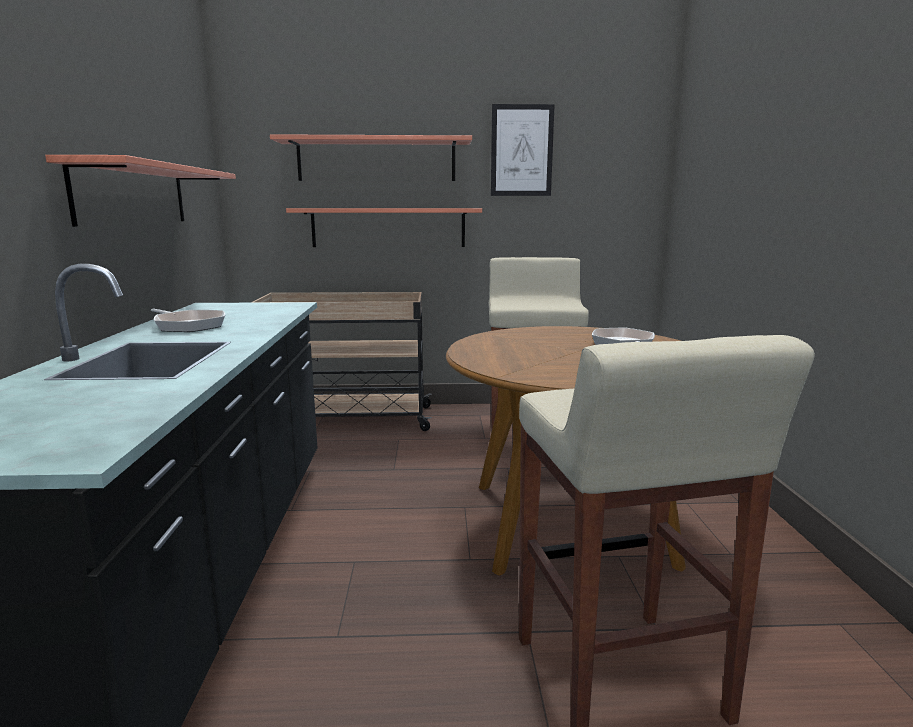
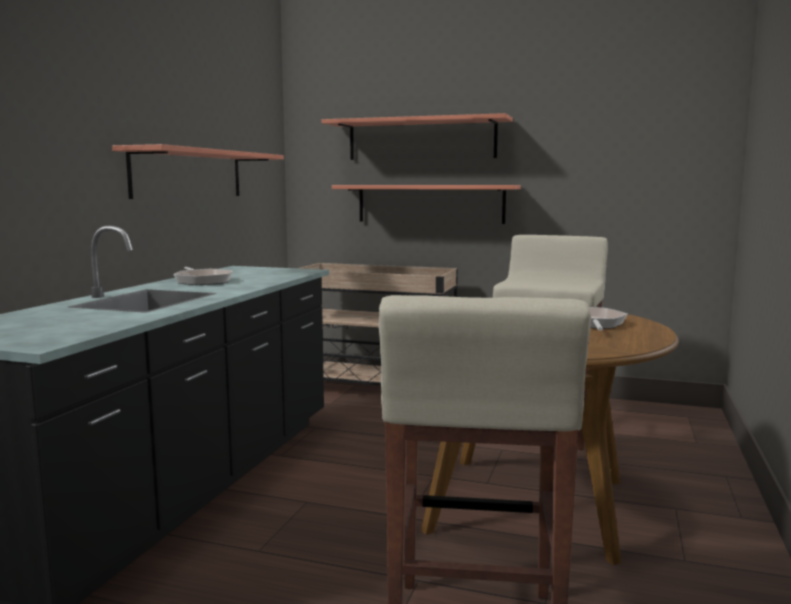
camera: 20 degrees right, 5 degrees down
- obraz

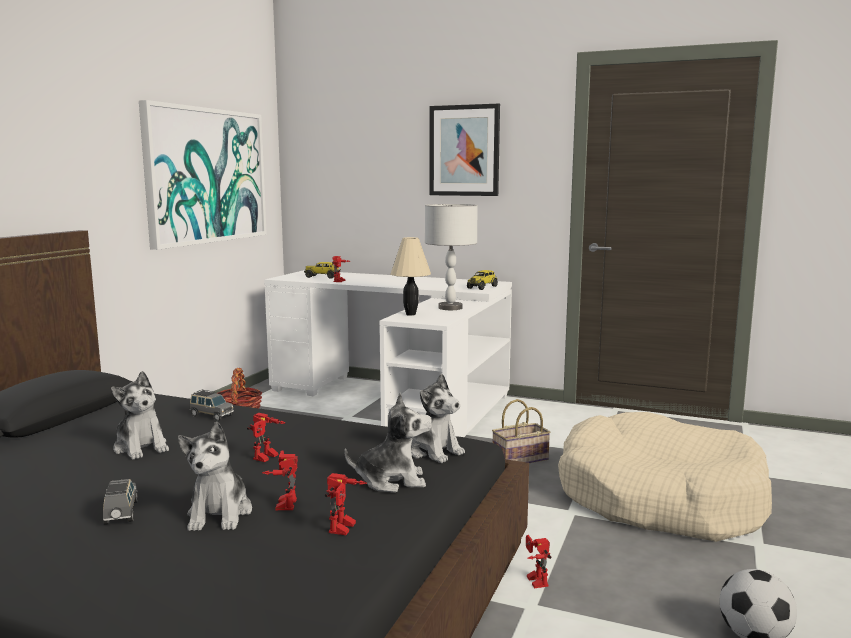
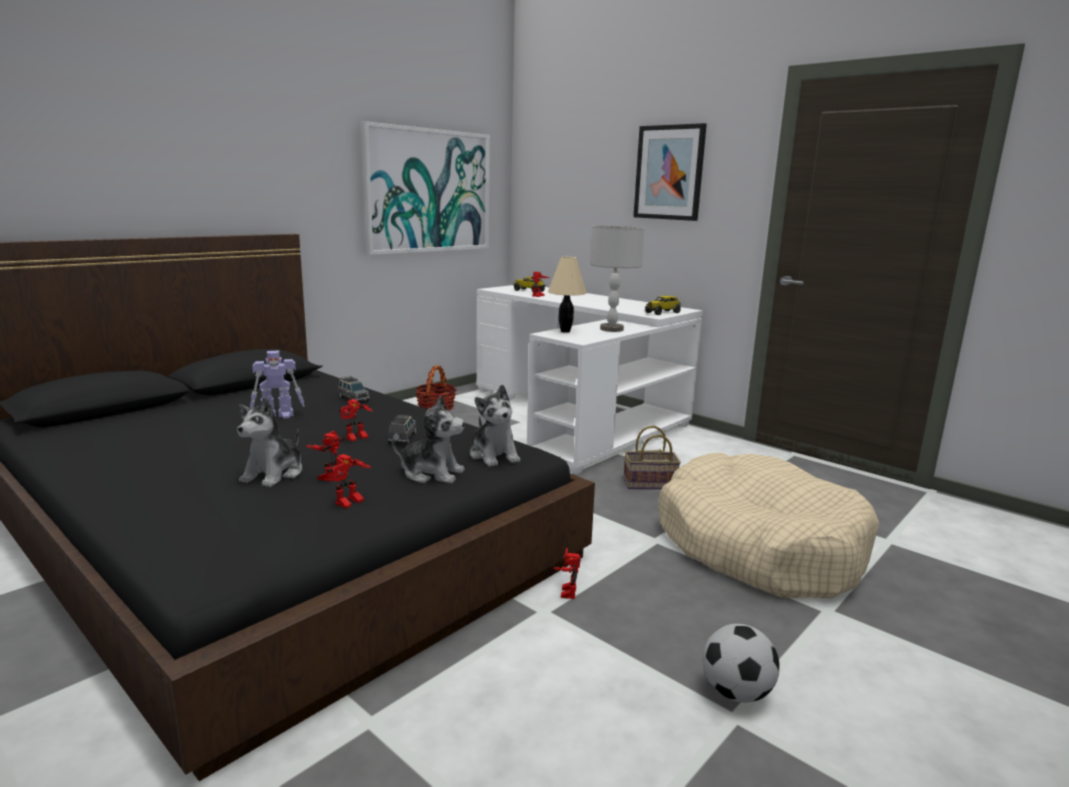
camera: 20 degrees right, 5 degrees up
~ samochodzik [szary] (1st from left in the first image) to samochodzik [szary] (2nd from left)
~ pluszak (1st from left) to robot zabawkowy (1st from left)

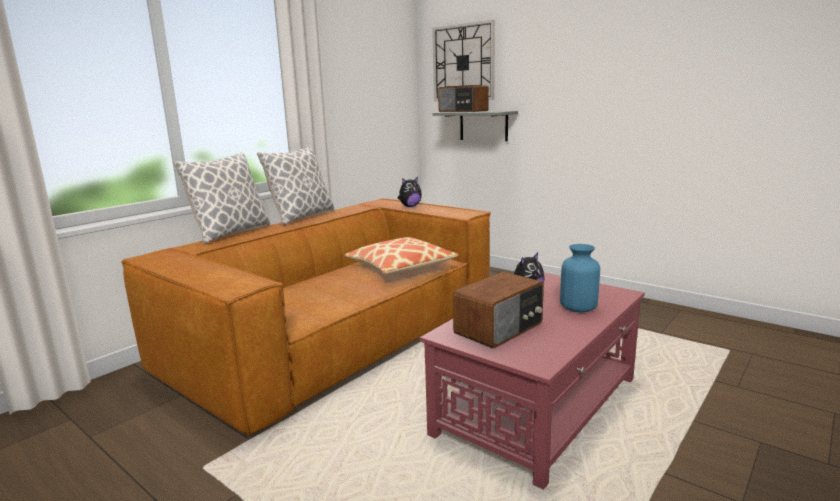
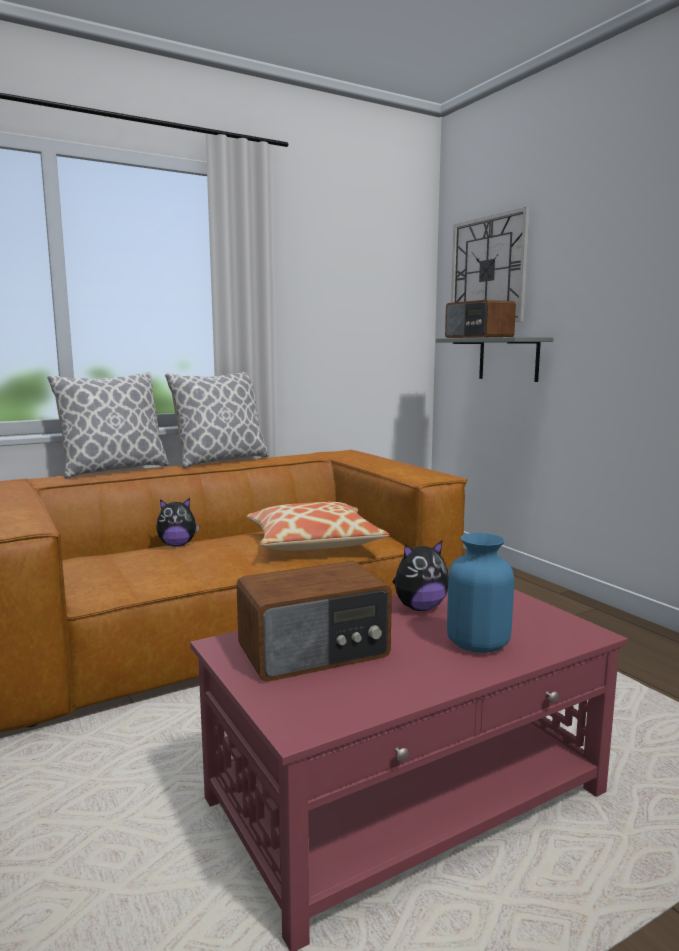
camera: 20 degrees right, 5 degrees down
~ pluszak (1st from left)

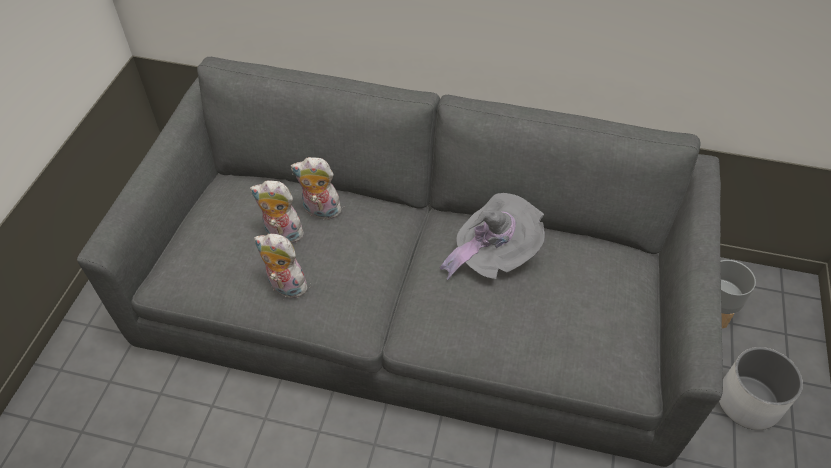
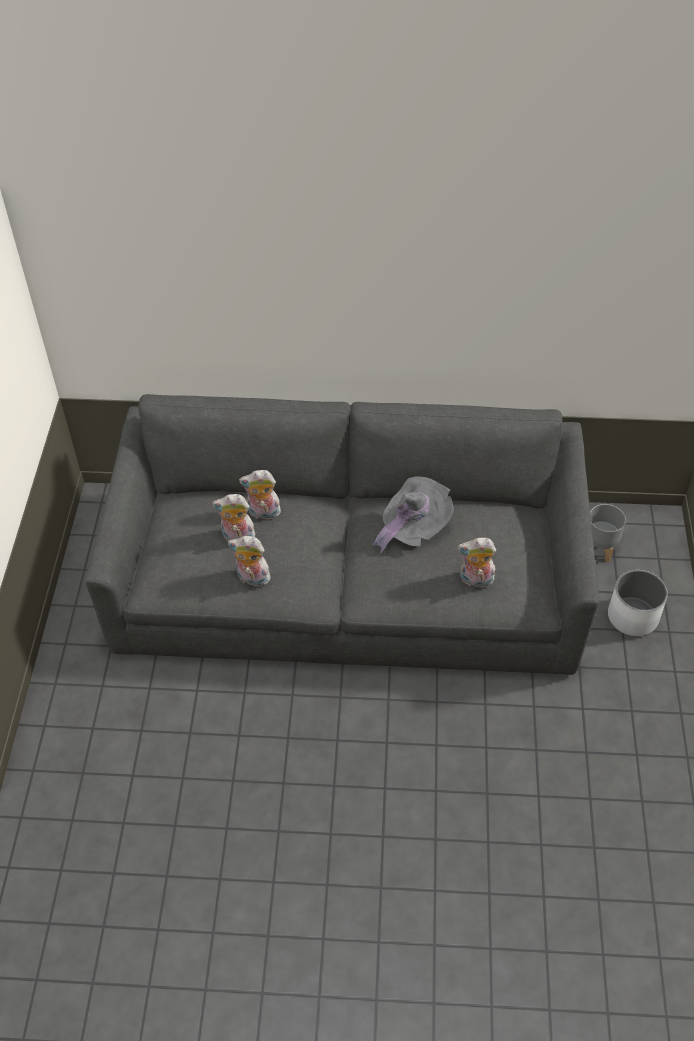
camera: 10 degrees left, 0 degrees up
+ pluszak (4th from left)

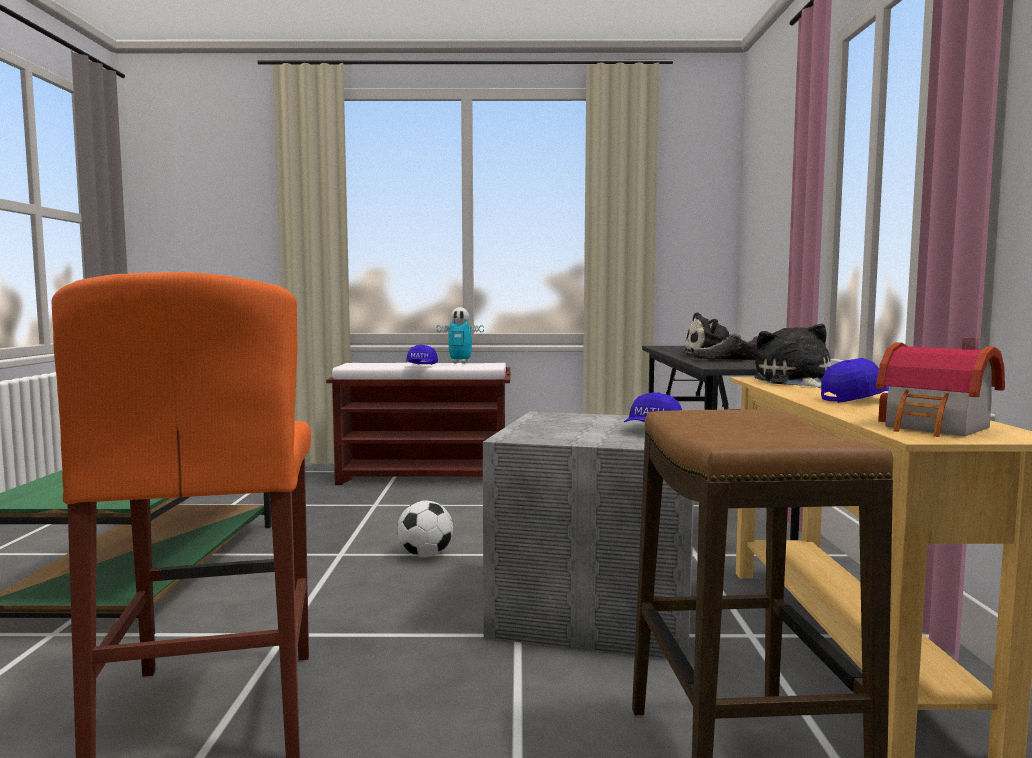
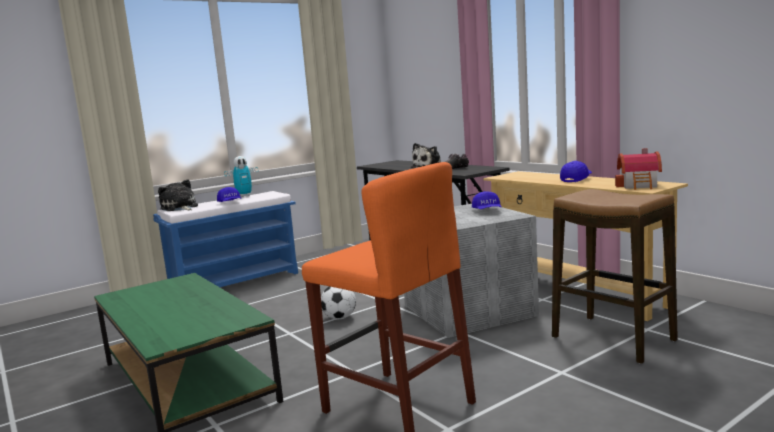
camera: 35 degrees left, 5 degrees up
~ pluszak (2nd from left in the first image) to pluszak (1st from left)
~ ławka [brązowy] to ławka [niebieski]

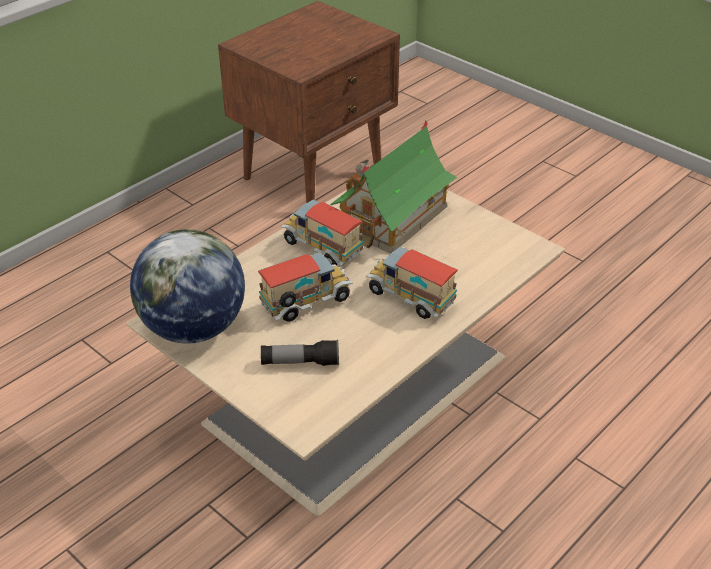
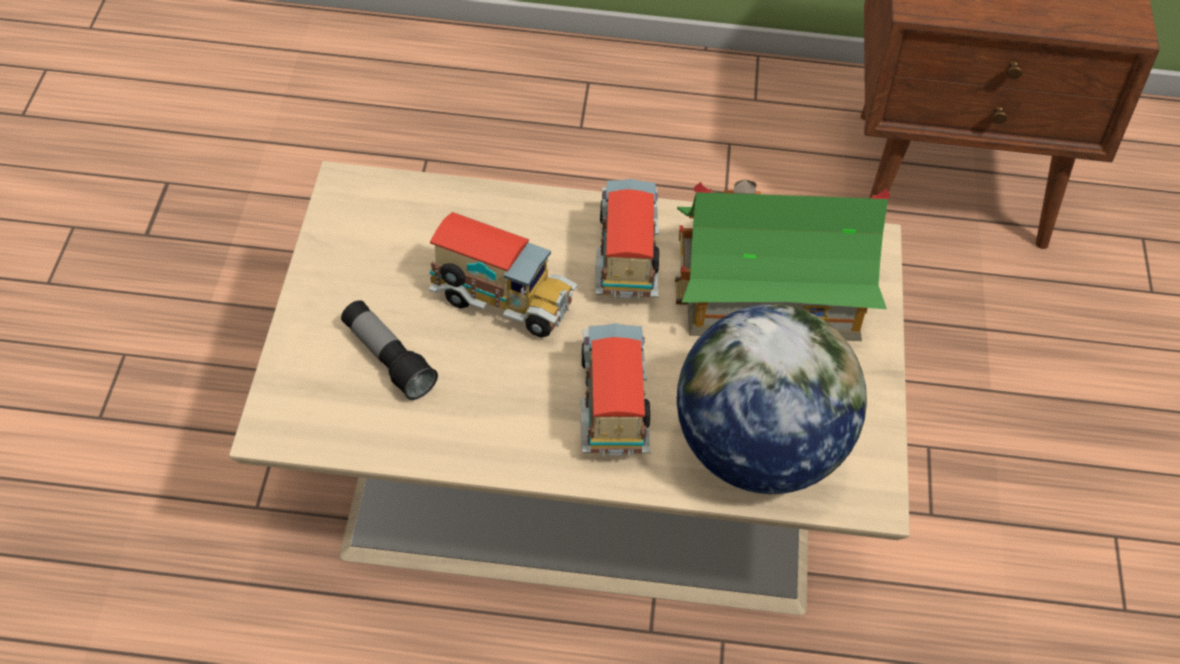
camera: 50 degrees right, 10 degrees up
~ globus

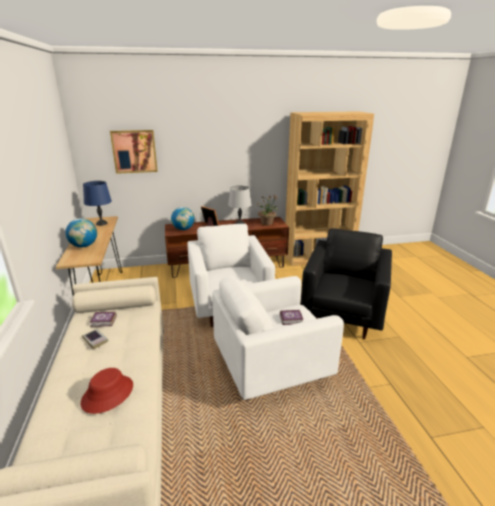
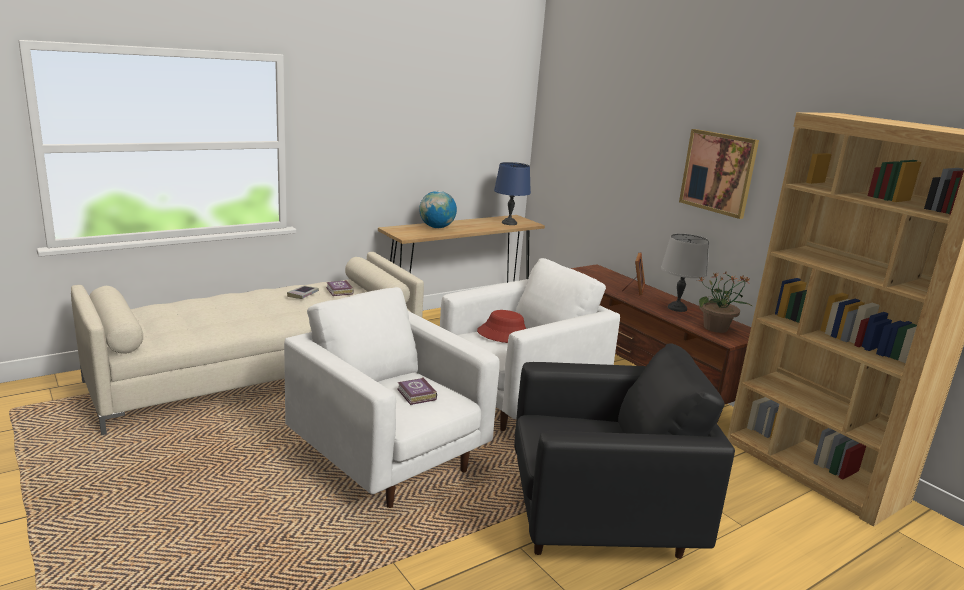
camera: 65 degrees right, 5 degrees down
- globus (2nd from left)
~ kapelusz [czerwony]
~ obraz

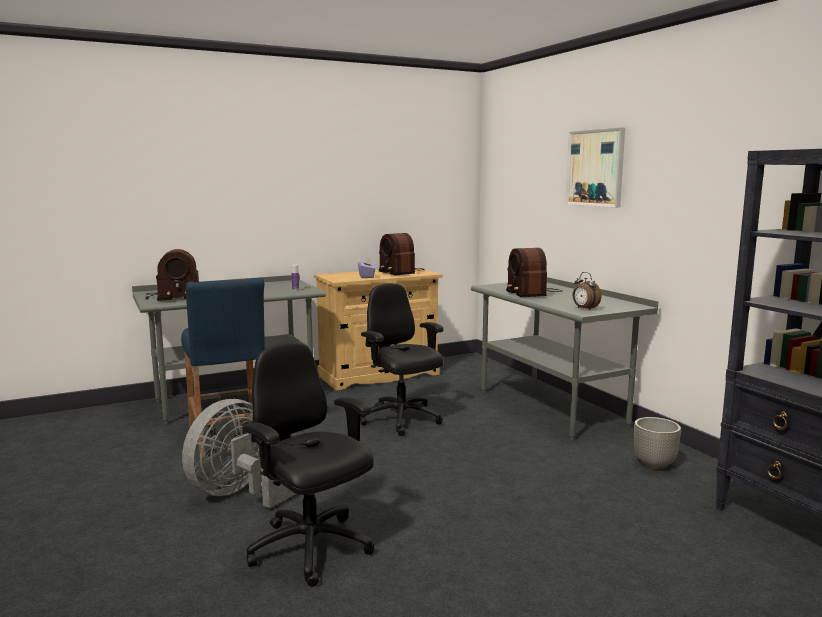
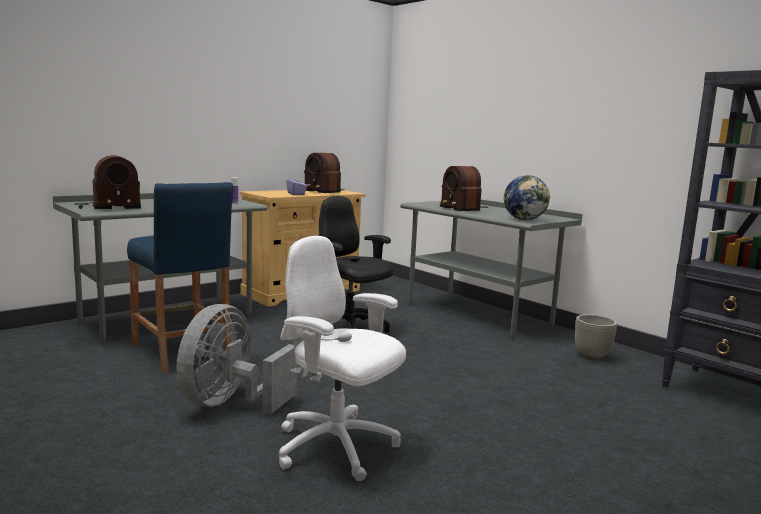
camera: 15 degrees left, 0 degrees up
- obraz
~ budzik to globus
~ krzesło biurowe [czarny] (1st from left) to krzesło biurowe [biały]

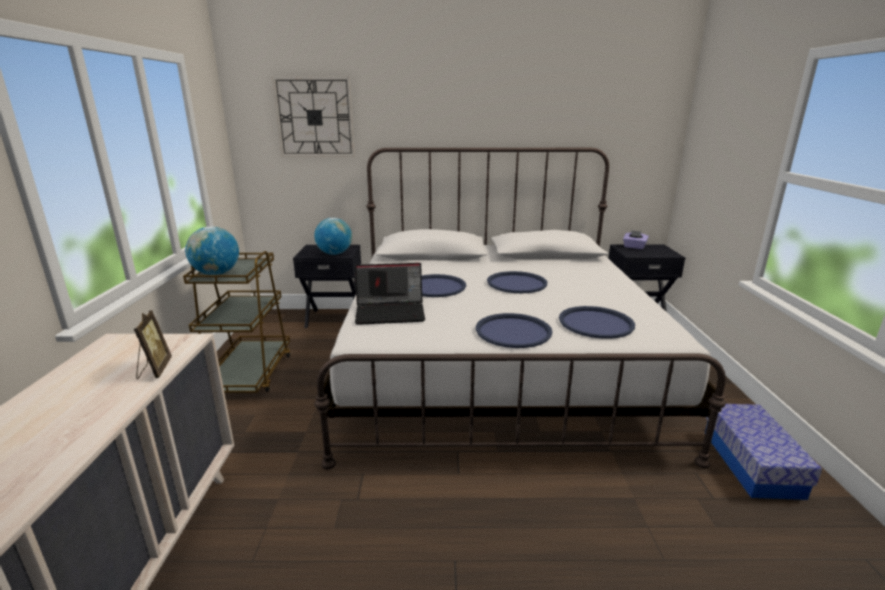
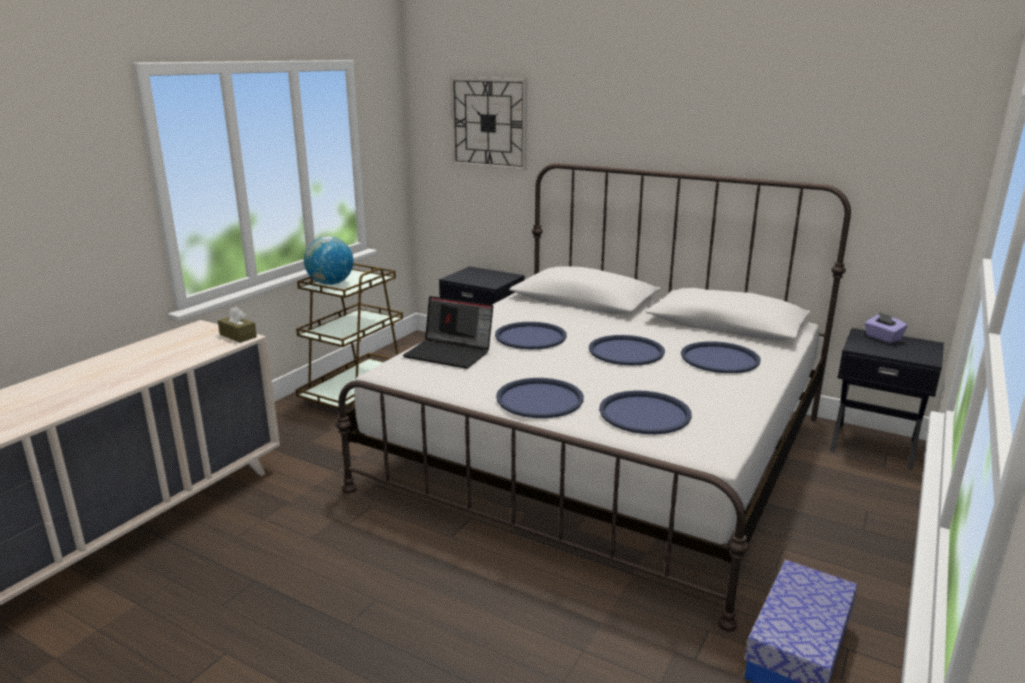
camera: 30 degrees right, 0 degrees up
- ramka na zdjęcie
- globus (2nd from left)
+ pudełko chusteczek [brązowy]
+ taca [niebieski] (5th from left)

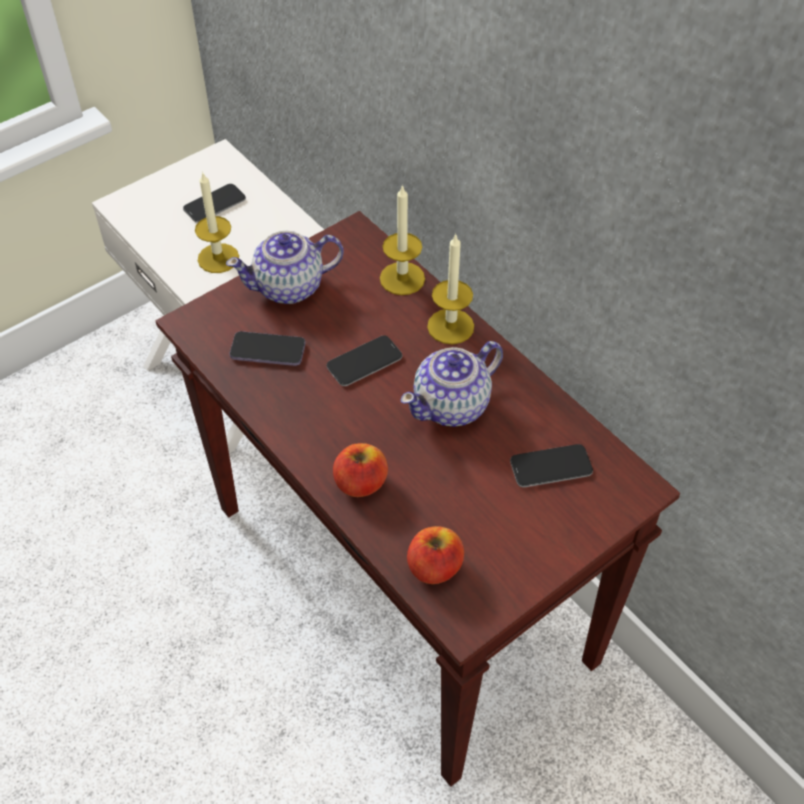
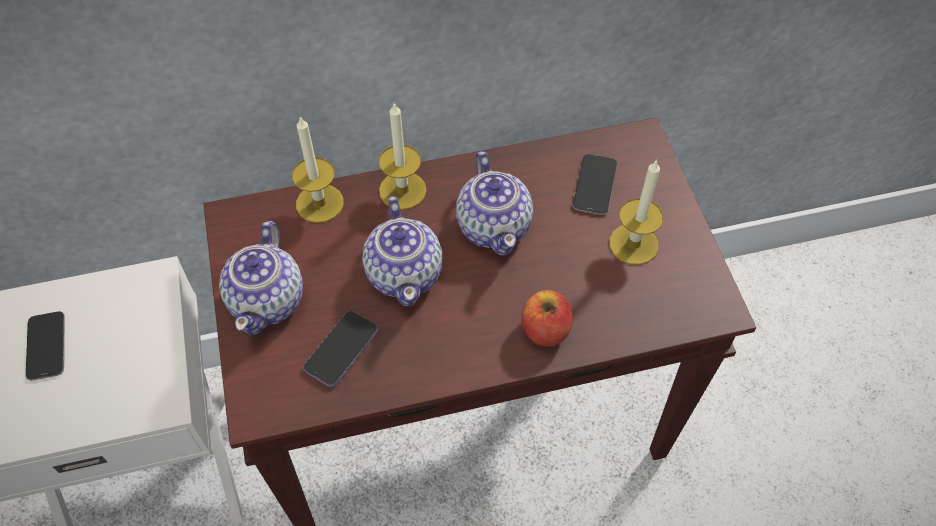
camera: 65 degrees left, 5 degrees up
- jabłko (2nd from left)
~ świeca (1st from left in the first image) to świeca (3rd from left)
~ telefon (3rd from left) to imbryk (2nd from left)

